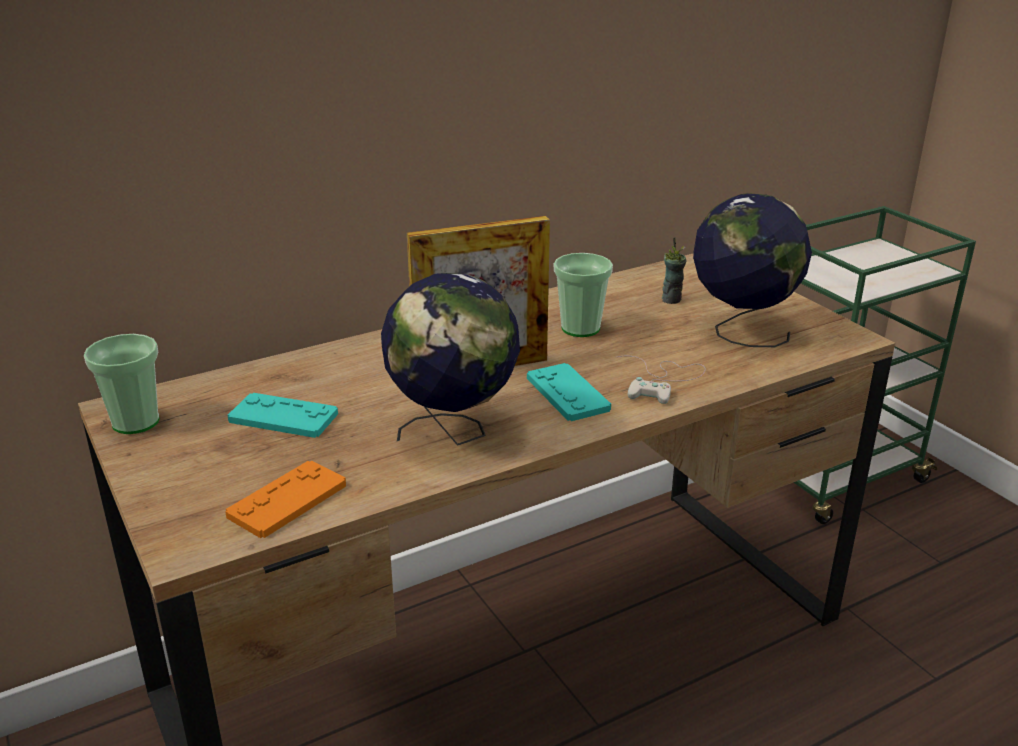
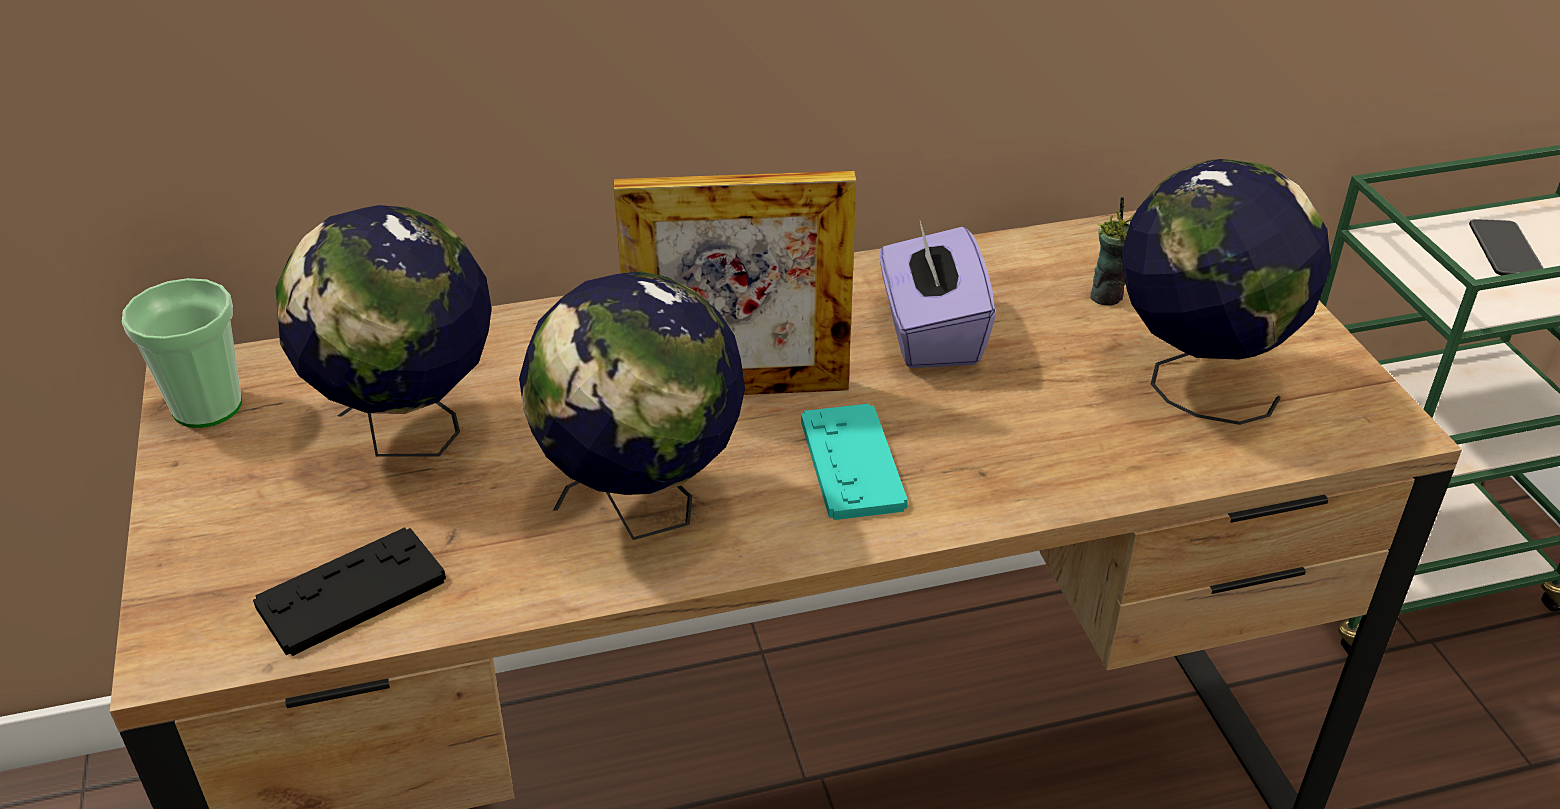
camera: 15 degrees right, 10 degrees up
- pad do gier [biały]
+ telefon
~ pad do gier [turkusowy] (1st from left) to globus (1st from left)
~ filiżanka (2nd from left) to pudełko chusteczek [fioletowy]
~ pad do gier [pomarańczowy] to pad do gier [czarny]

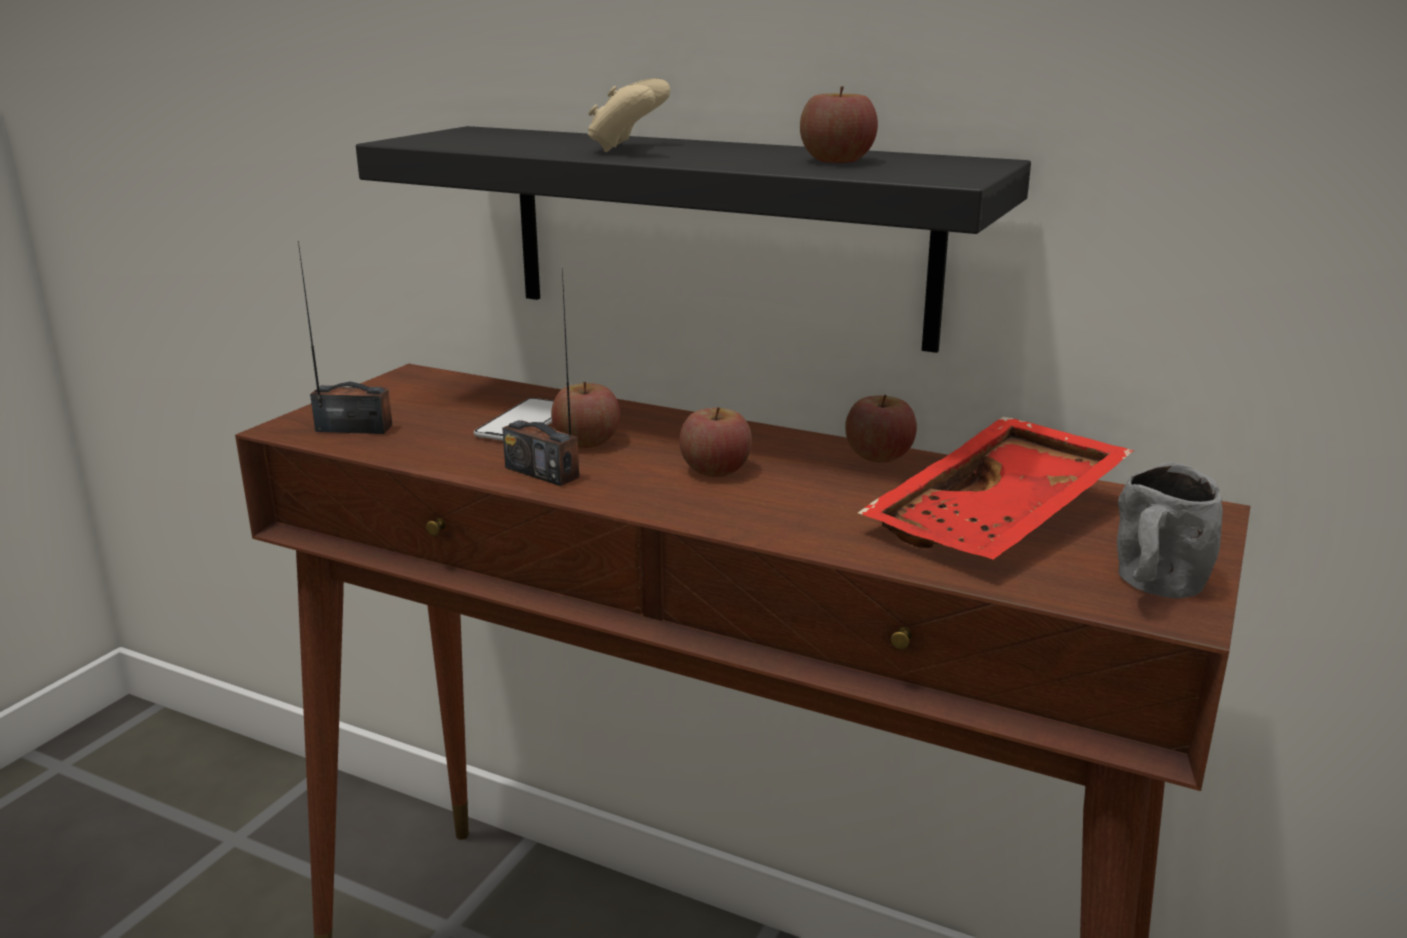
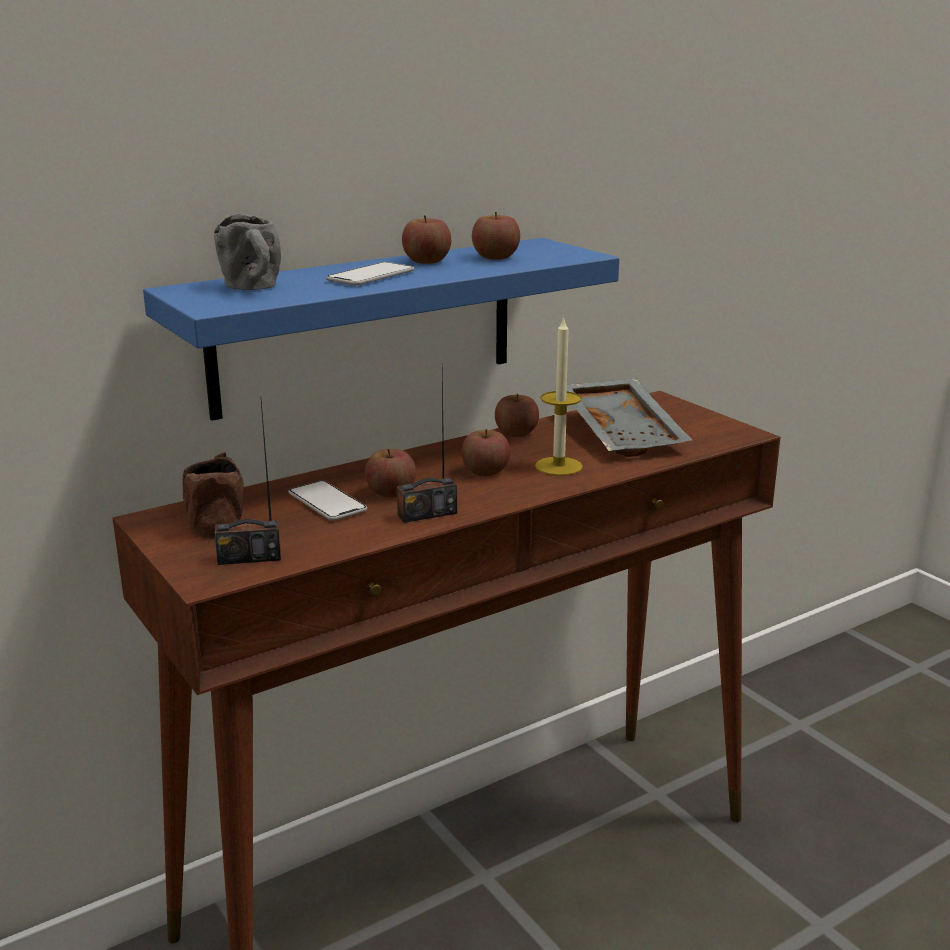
camera: 60 degrees left, 0 degrees up
+ kubek [brązowy]
+ jabłko (2nd from left)
+ świeca
~ kubek [szary]
~ pad do gier [beżowy] to telefon (2nd from left)
~ półka [czarny] to półka [niebieski]
~ taca [czerwony] to taca [szary]
~ radio (1st from left) 135 degrees counterclockwise

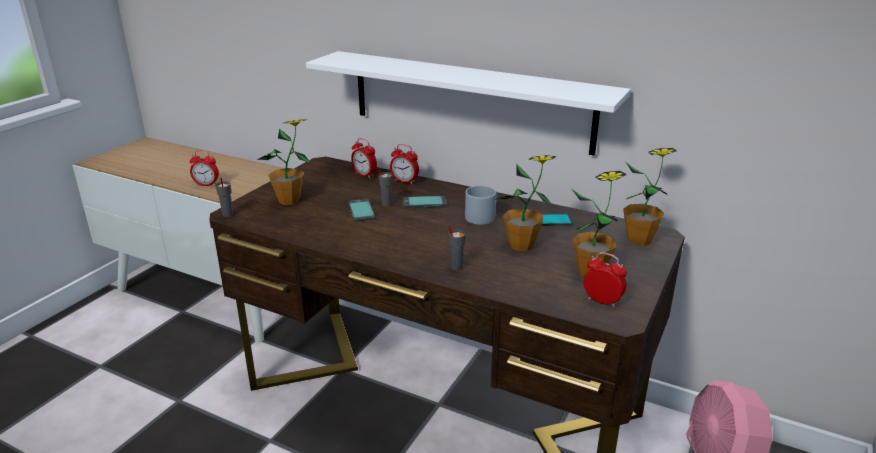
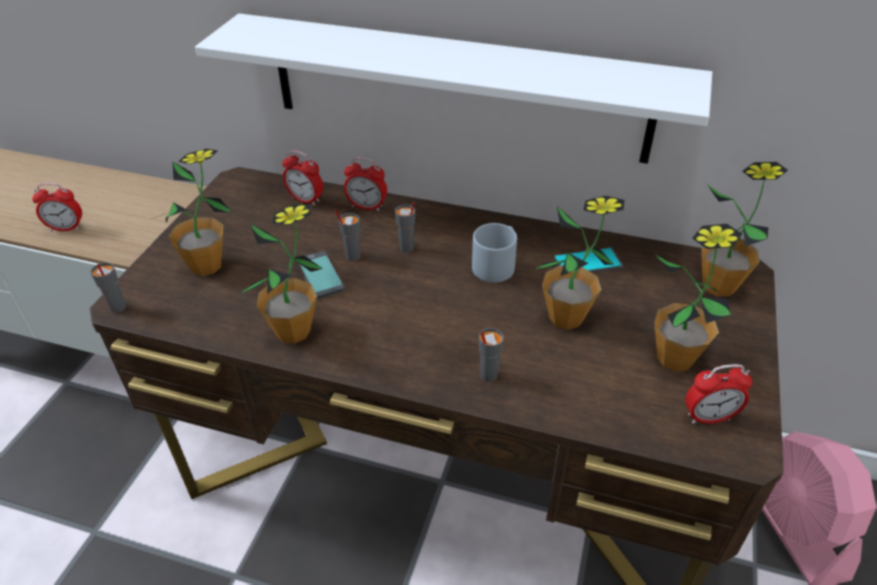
camera: 10 degrees left, 15 degrees up
+ roślina doniczkowa (2nd from left)
~ telefon (2nd from left) to filiżanka [szary] (3rd from left)
~ budzik (4th from left) 150 degrees clockwise

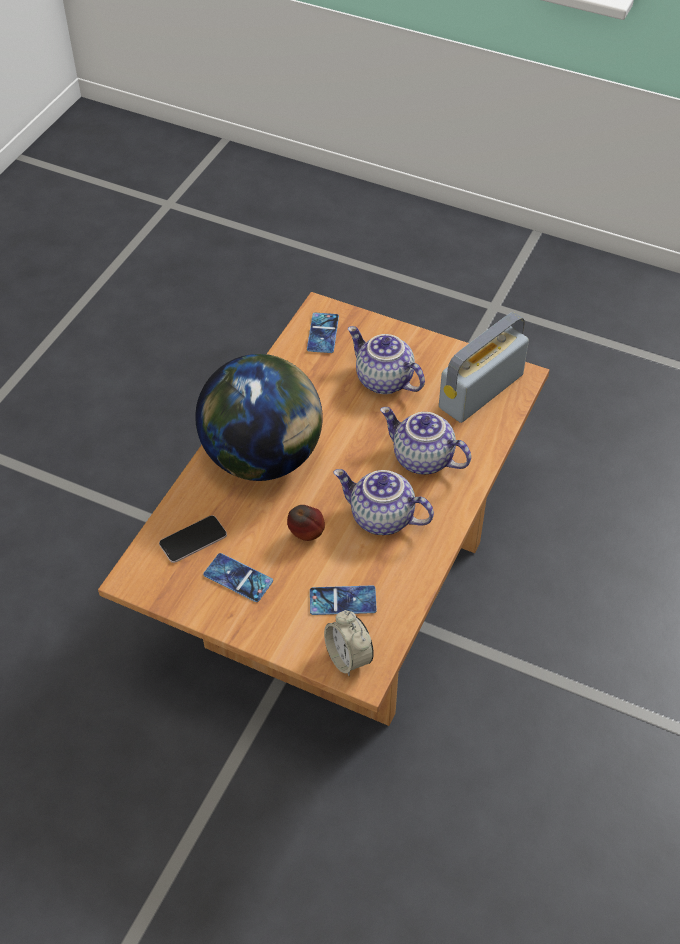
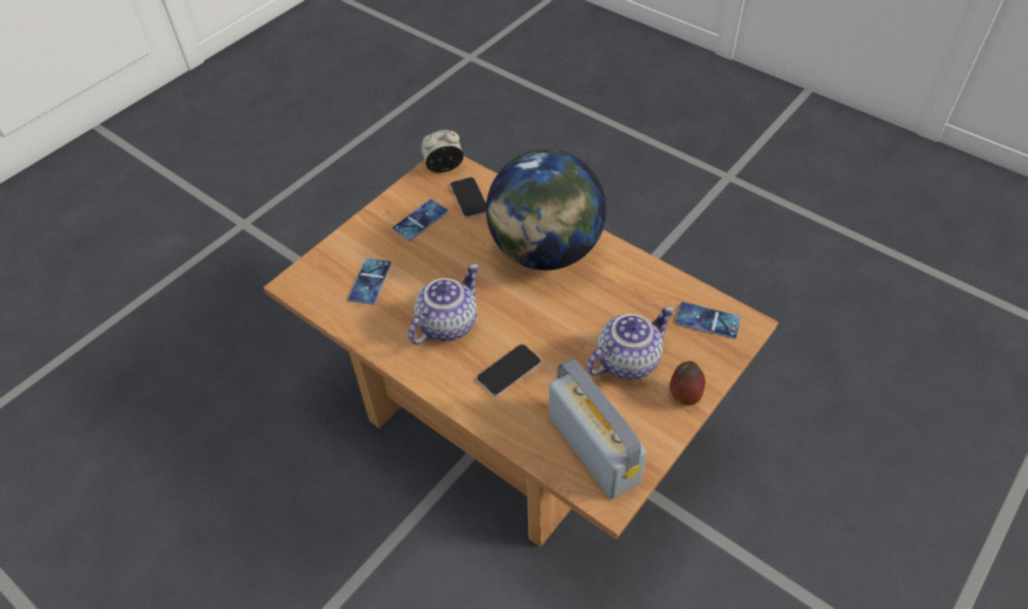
camera: 105 degrees right, 0 degrees up
~ jabłko
~ budzik
~ imbryk (3rd from left) to telefon (4th from left)

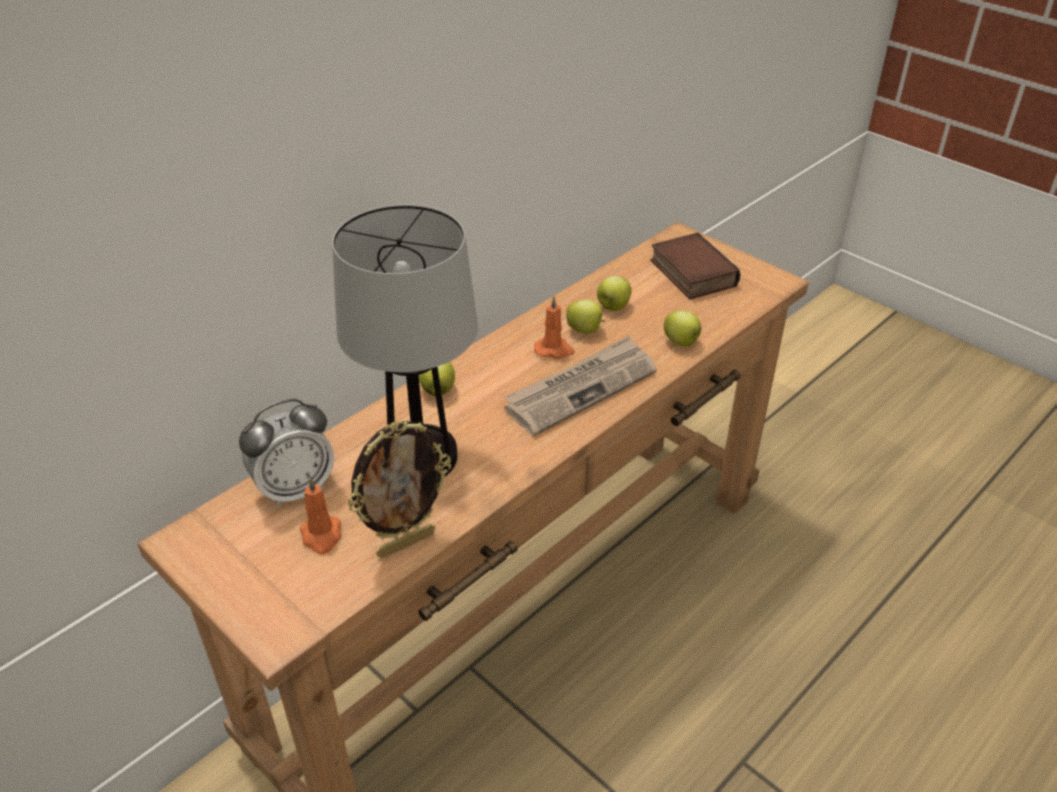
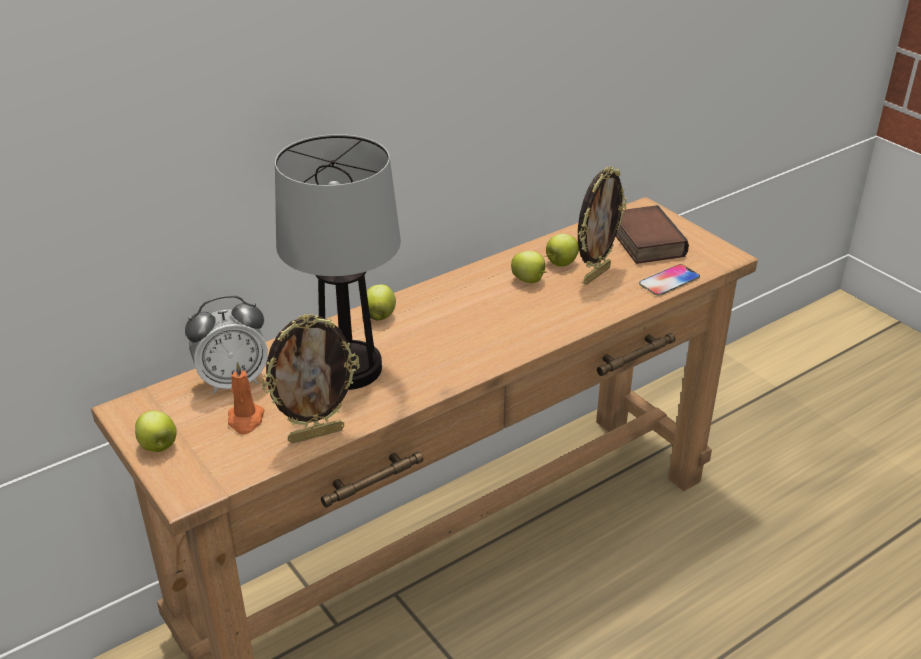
camera: 10 degrees right, 5 degrees down
- gazeta
- świeca [pomarańczowy] (2nd from left)
+ ramka na zdjęcie (2nd from left)
+ telefon
~ jabłko (4th from left in the first image) to jabłko (1st from left)

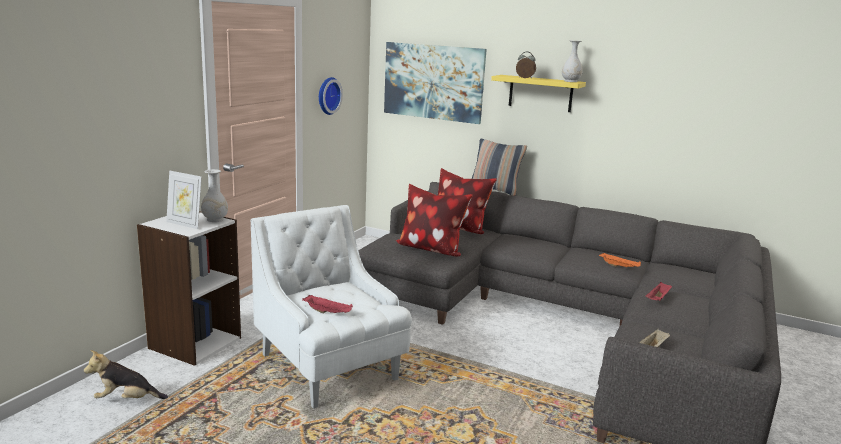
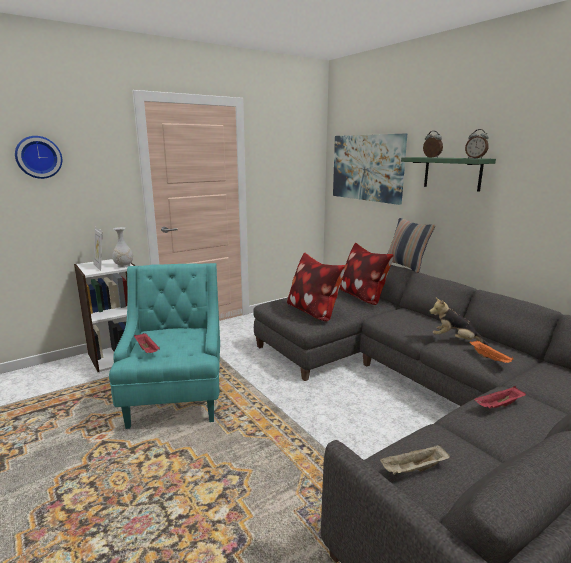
camera: 30 degrees right, 0 degrees up
~ pluszak
~ zegar ścienny
~ wazon [biały] (2nd from left) to budzik (2nd from left)
~ fotel [biały] to fotel [turkusowy]
~ półka [żółty] to półka [zielony]

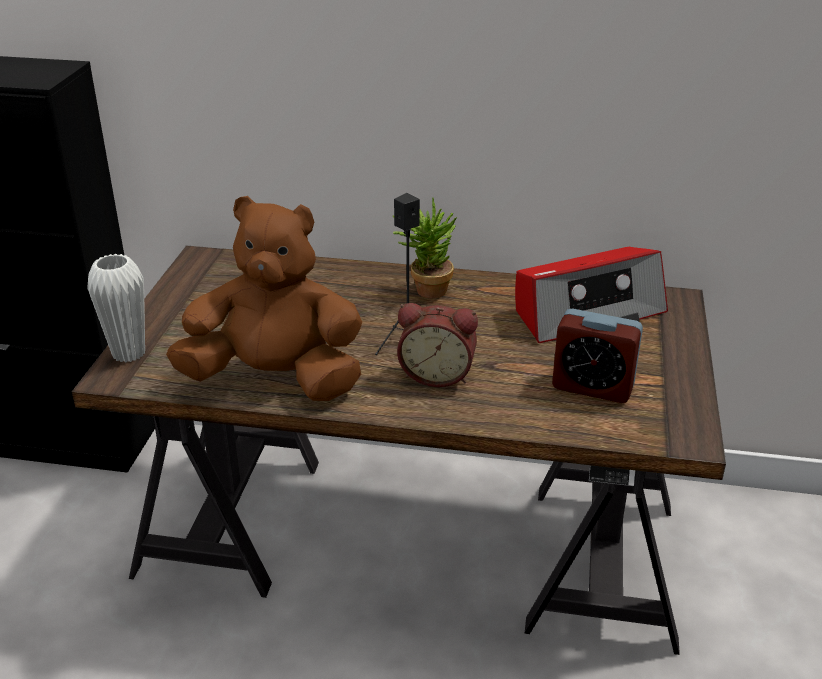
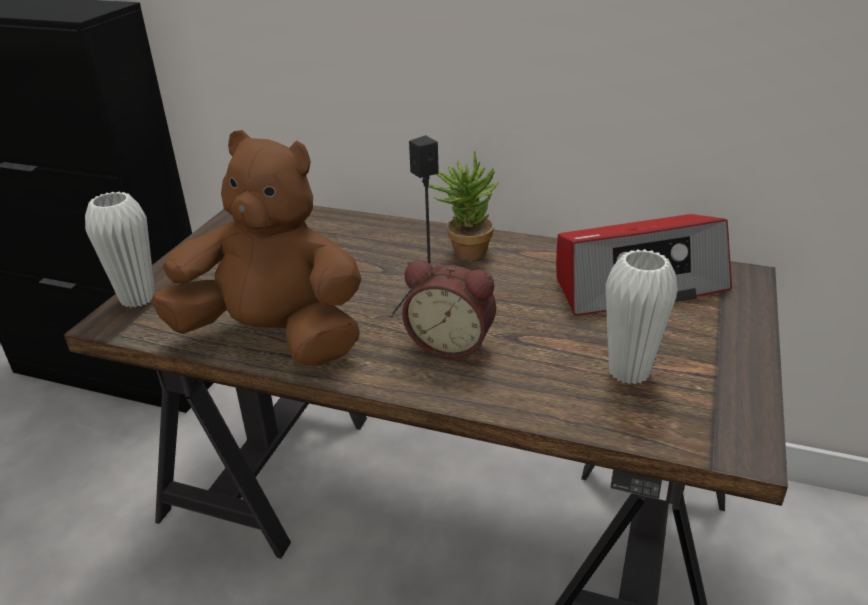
camera: 10 degrees right, 0 degrees up
~ budzik (2nd from left) to wazon [biały] (2nd from left)

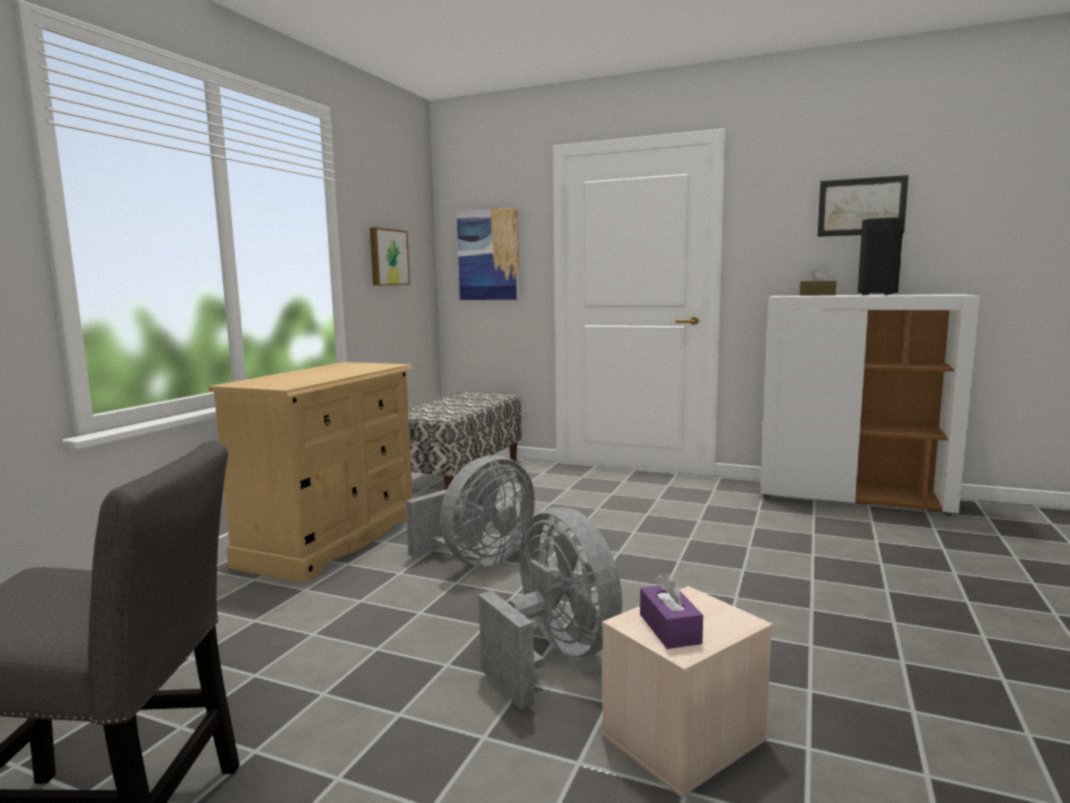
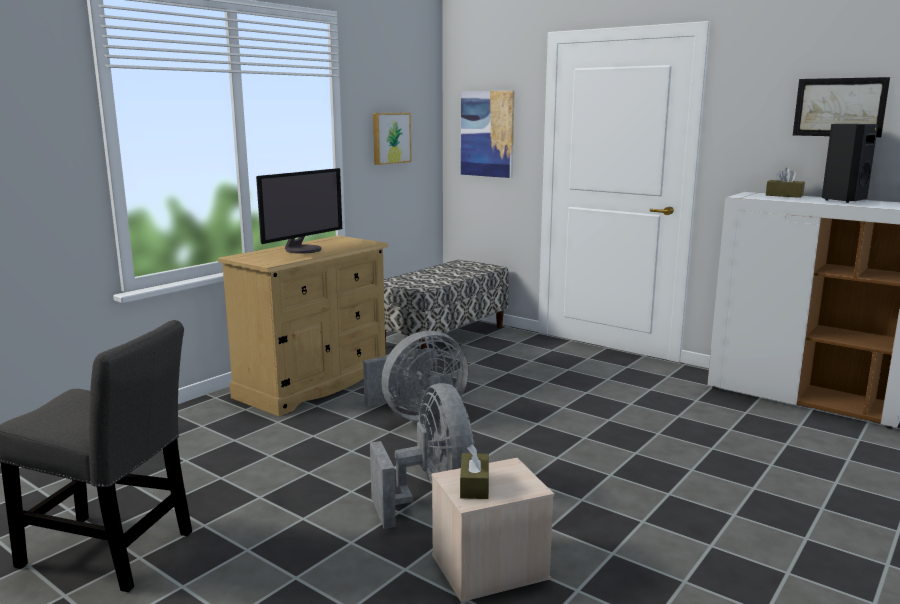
camera: 15 degrees right, 5 degrees up
+ monitor
~ pudełko chusteczek [fioletowy] to pudełko chusteczek [brązowy] (1st from left)

